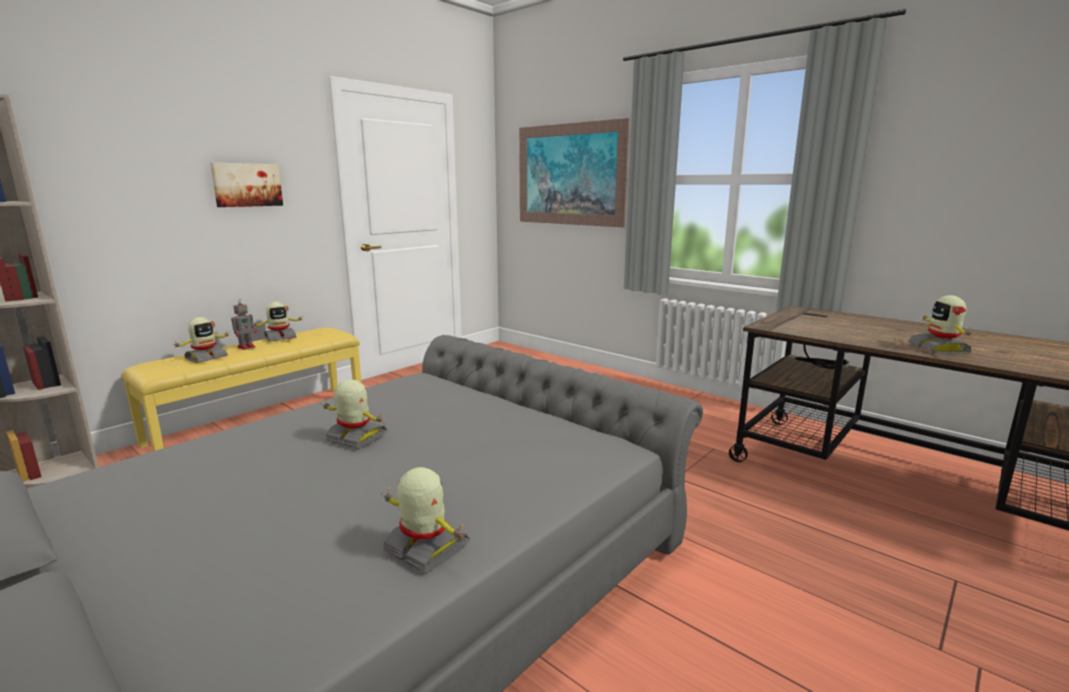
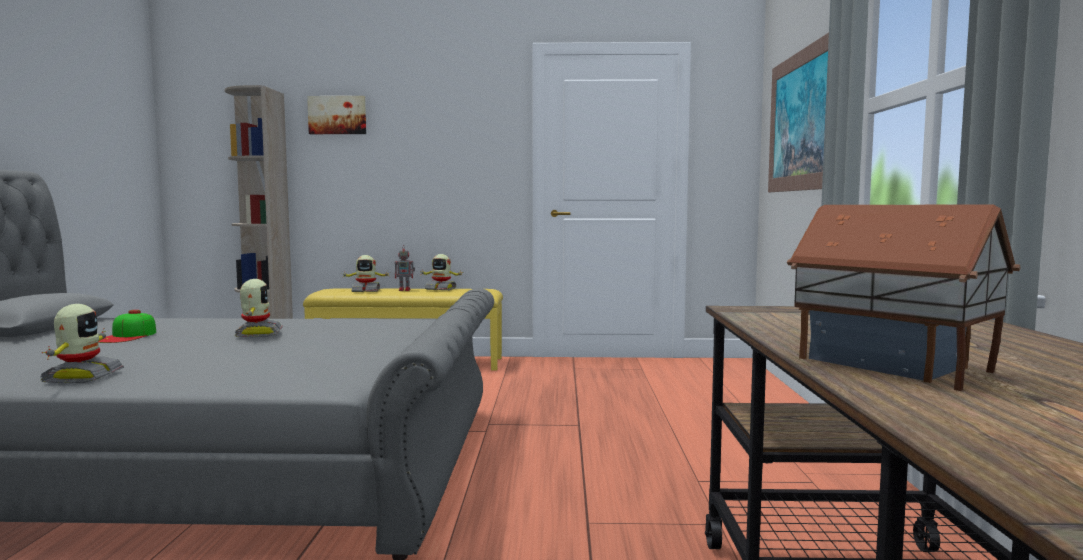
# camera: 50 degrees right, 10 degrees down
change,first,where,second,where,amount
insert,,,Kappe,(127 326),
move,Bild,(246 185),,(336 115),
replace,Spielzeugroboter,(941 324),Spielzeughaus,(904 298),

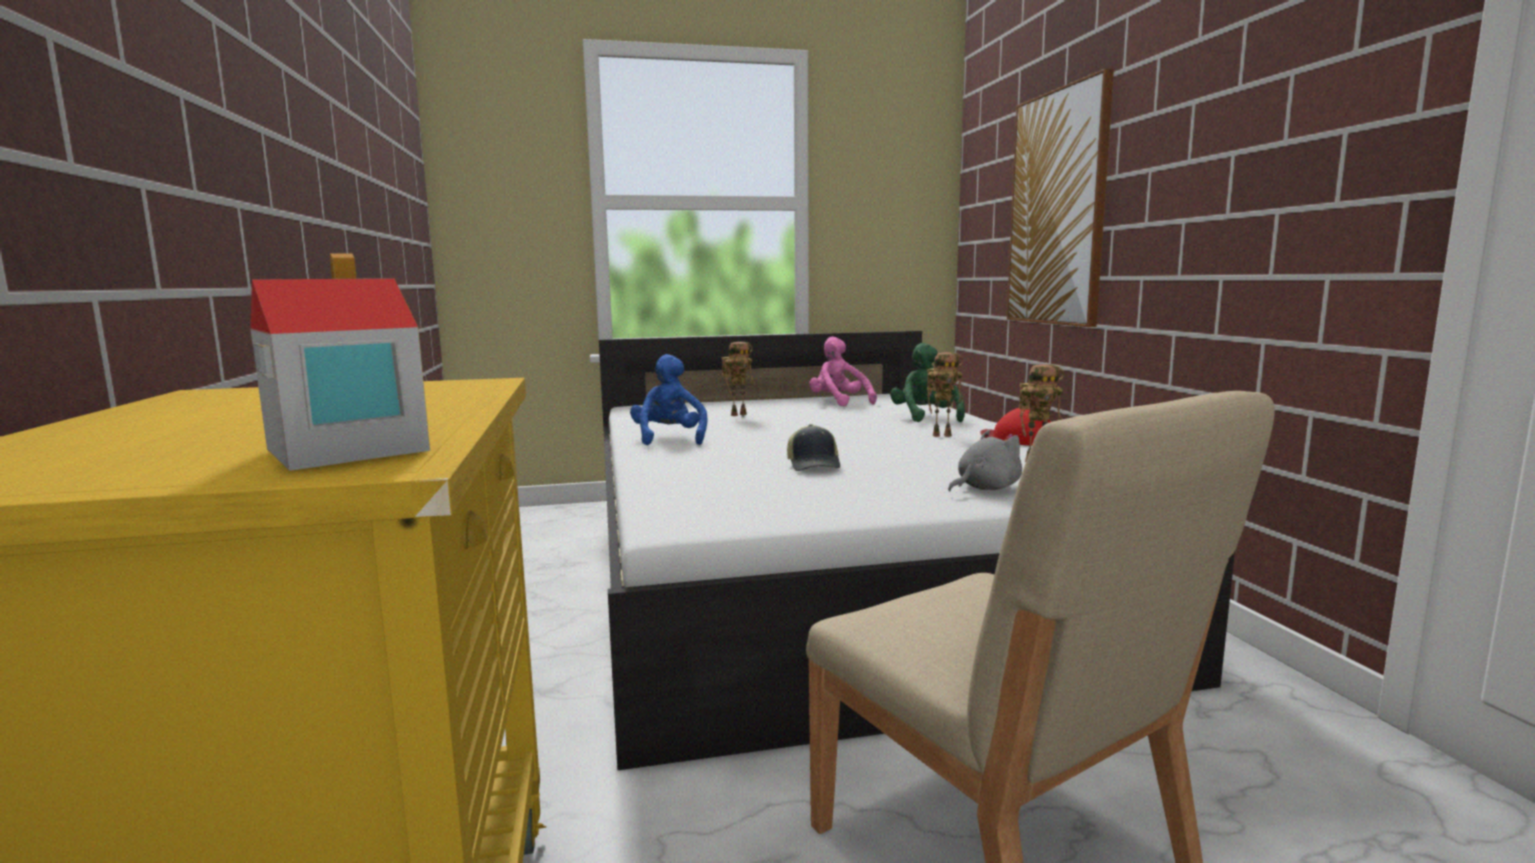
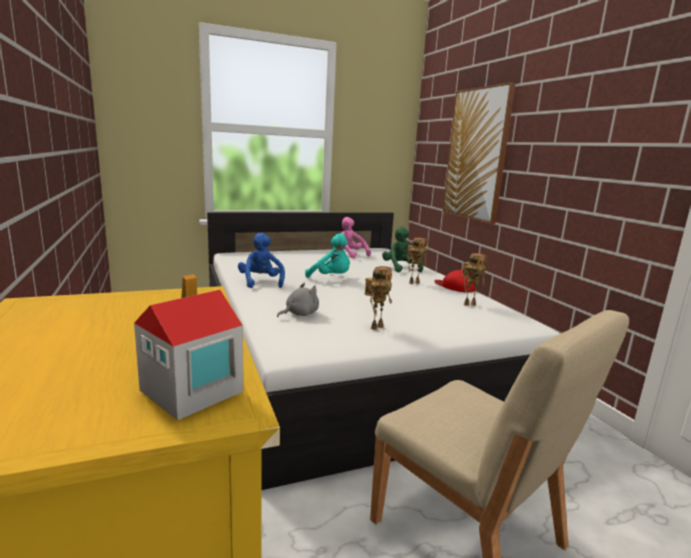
# camera: 10 degrees left, 5 degrees up
change,first,where,second,where,amount
delete,Kappe,(813 447),,,
insert,,,Plüschtier/türkis,(327 255),
move,Spielzeugroboter,(738 379),,(378 298),
move,Plüschtier/grau,(985 460),,(298 300),

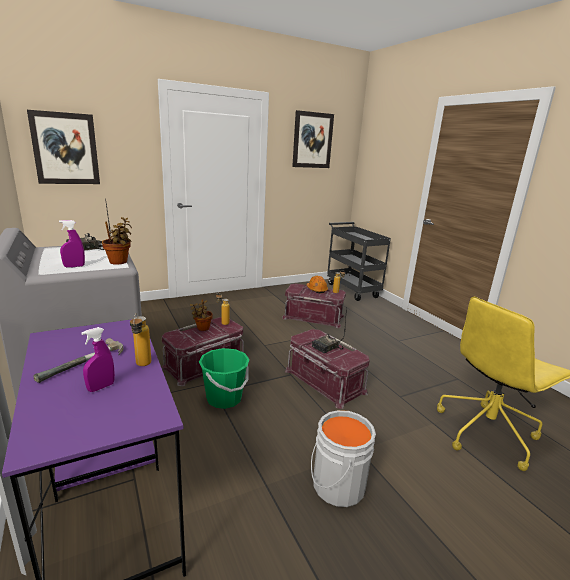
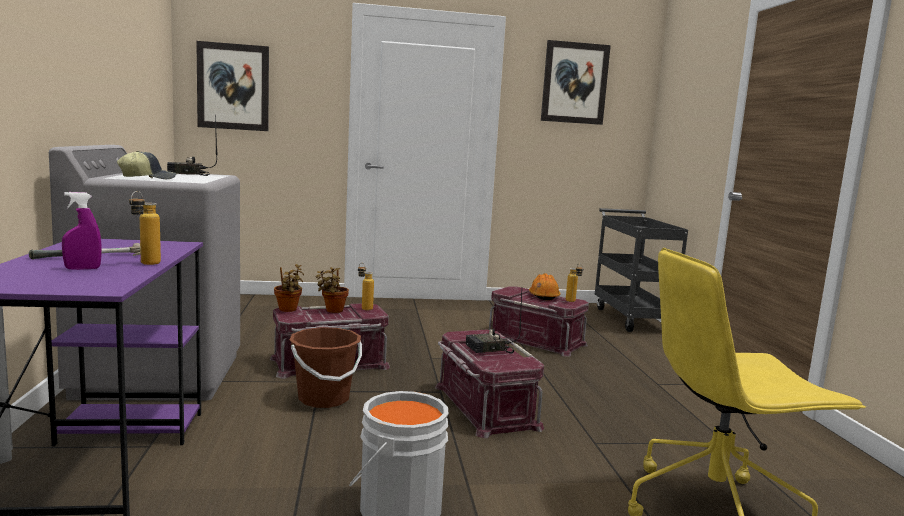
# camera: 20 degrees right, 10 degrees down
change,first,where,second,where,amount
move,Topfpflanze,(117 241),,(289 288),
replace,Sprühflasche/lila,(72 244),Kappe,(147 165),
recolor,Eimer/grün,(224 378),Eimer/braun,(325 367),

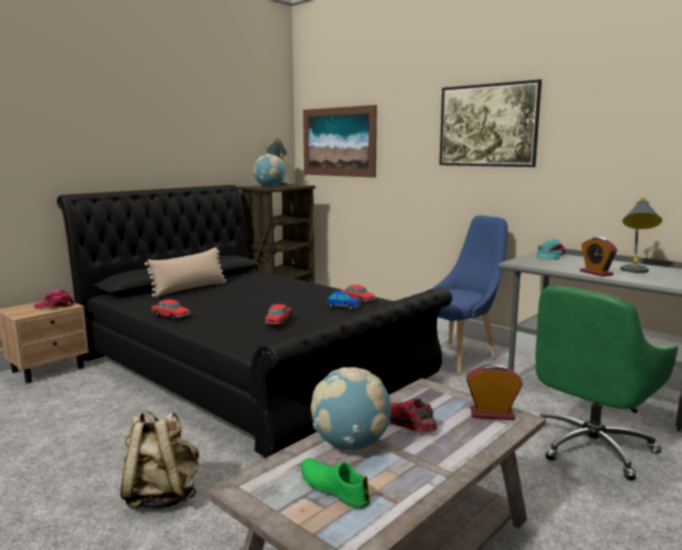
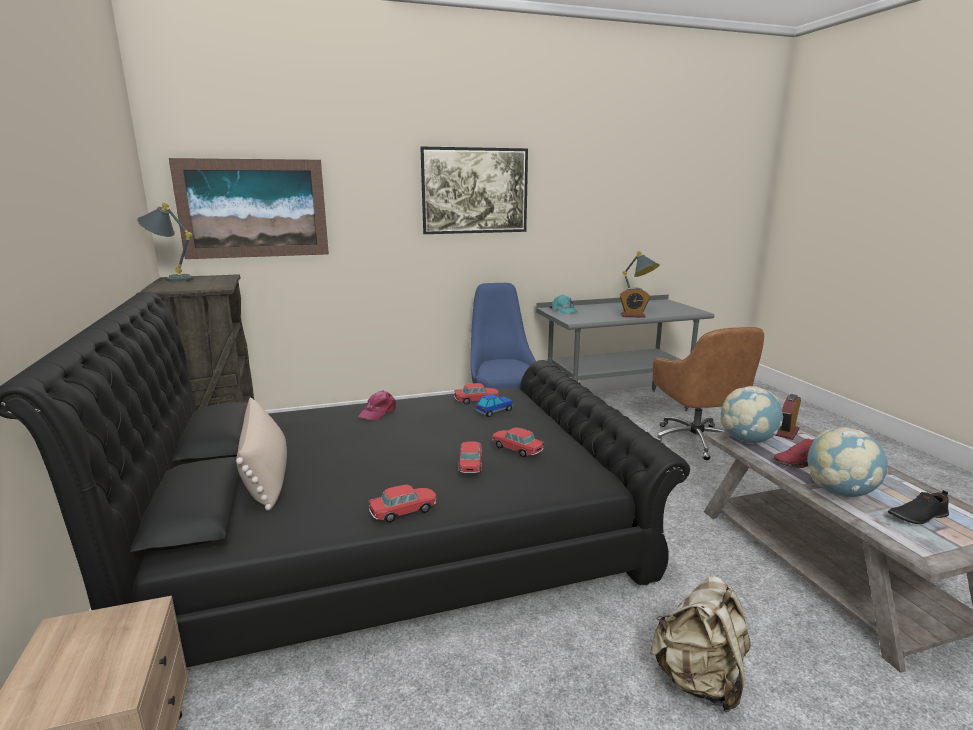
# camera: 60 degrees left, 5 degrees up
change,first,where,second,where,amount
insert,,,Spielzeugauto,(470 457),
move,Kappe/rosa,(54 299),,(377 405),
move,Globus,(269 170),,(751 415),
recolor,Schuh/grün,(335 483),Schuh/schwarz,(918 507),
recolor,Bürostuhl/grün,(606 383),Bürostuhl/braun,(708 393),

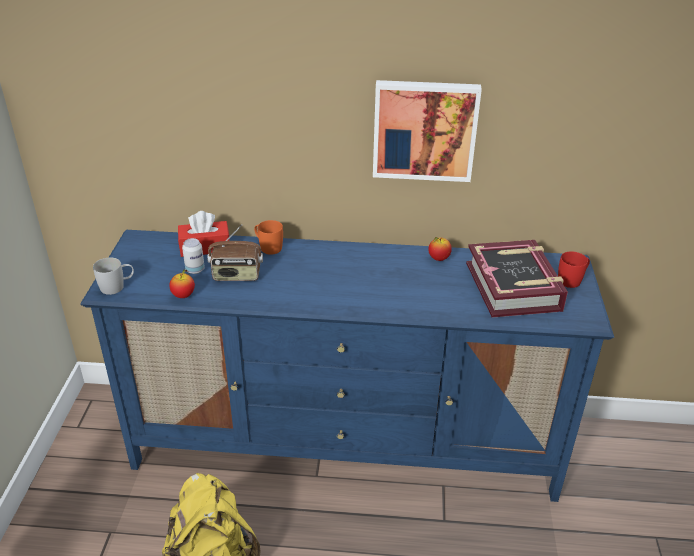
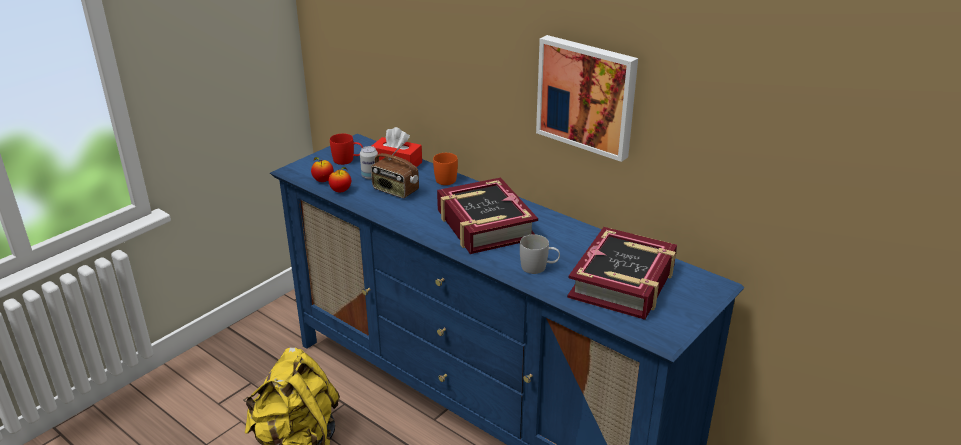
# camera: 35 degrees right, 5 degrees down
change,first,where,second,where,amount
insert,,,Buch,(487 216),
move,Henkelbecher/weiß,(113 276),,(540 254),
move,Apfel,(440 249),,(322 169),
move,Henkelbecher/rot,(574 269),,(346 149),

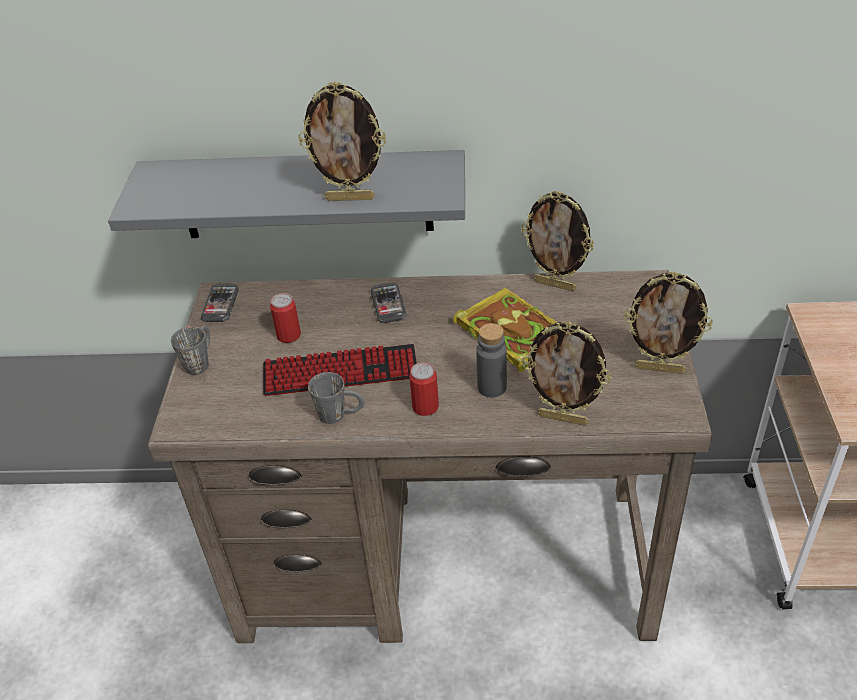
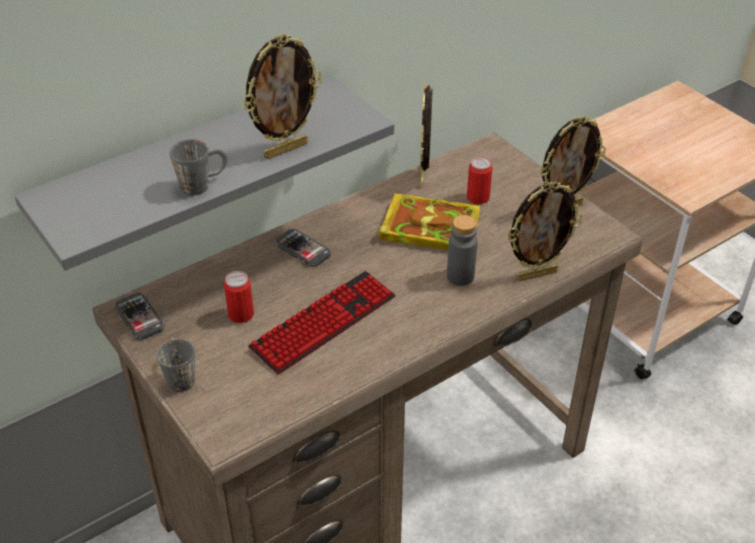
# camera: 40 degrees left, 0 degrees up
change,first,where,second,where,amount
move,Henkelbecher/grau,(336 398),,(198 167),
move,Dose,(424 389),,(479 180),
rotate,Bilderrahmen,(557 241),,(426 135),105 degrees clockwise

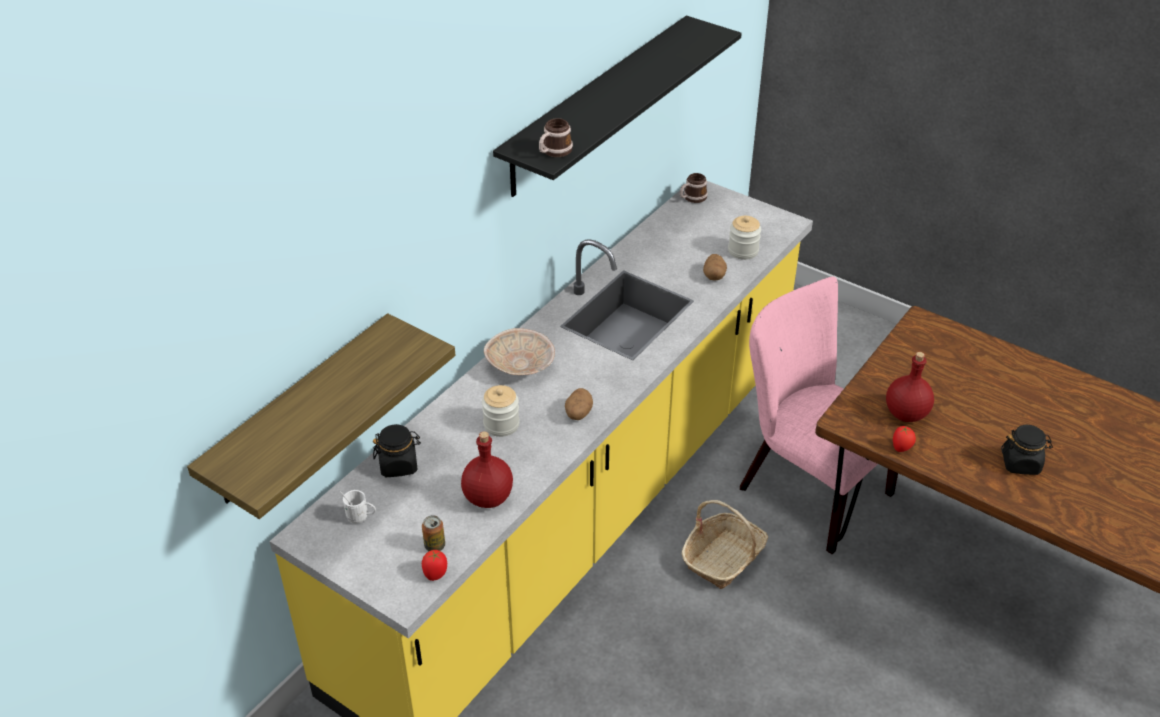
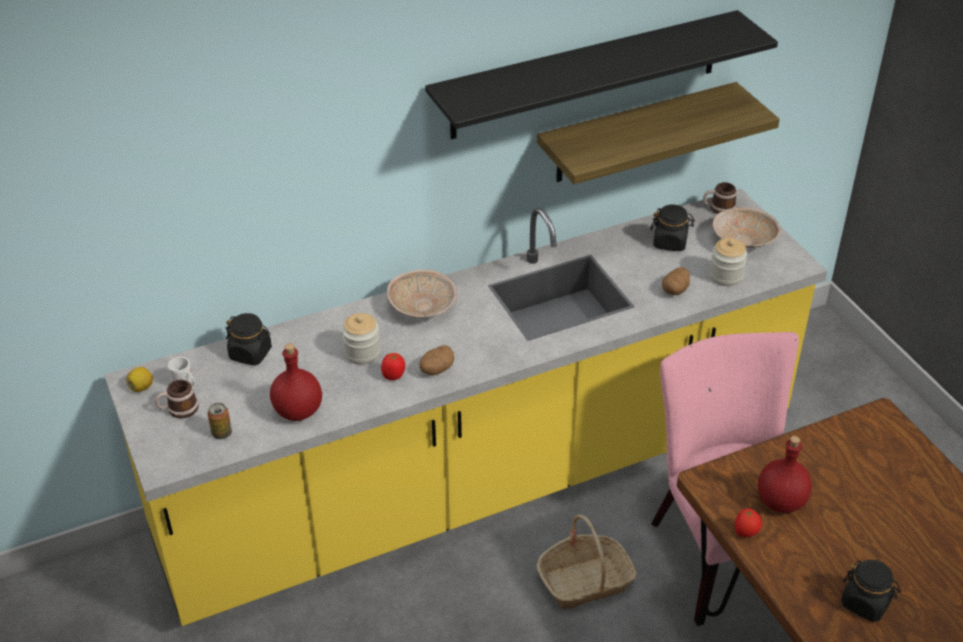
# camera: 30 degrees right, 0 degrees up
change,first,where,second,where,amount
insert,,,Zitrone,(140 379),
insert,,,Vorratsglas/schwarz,(672 227),
insert,,,Schüssel/beige,(746 227),
move,Wandregal,(321 416),,(658 133),
move,Tomate,(434 565),,(393 366),
move,Henkelbecher,(556 137),,(177 399),

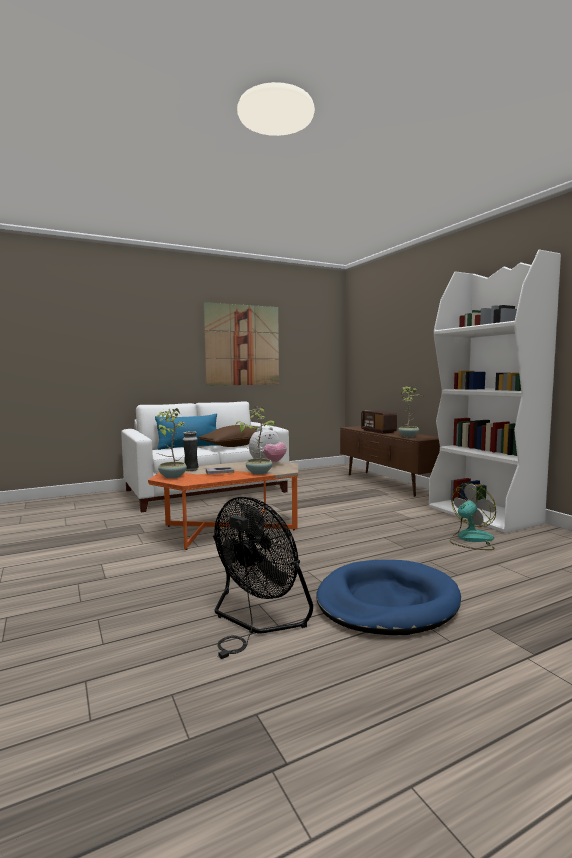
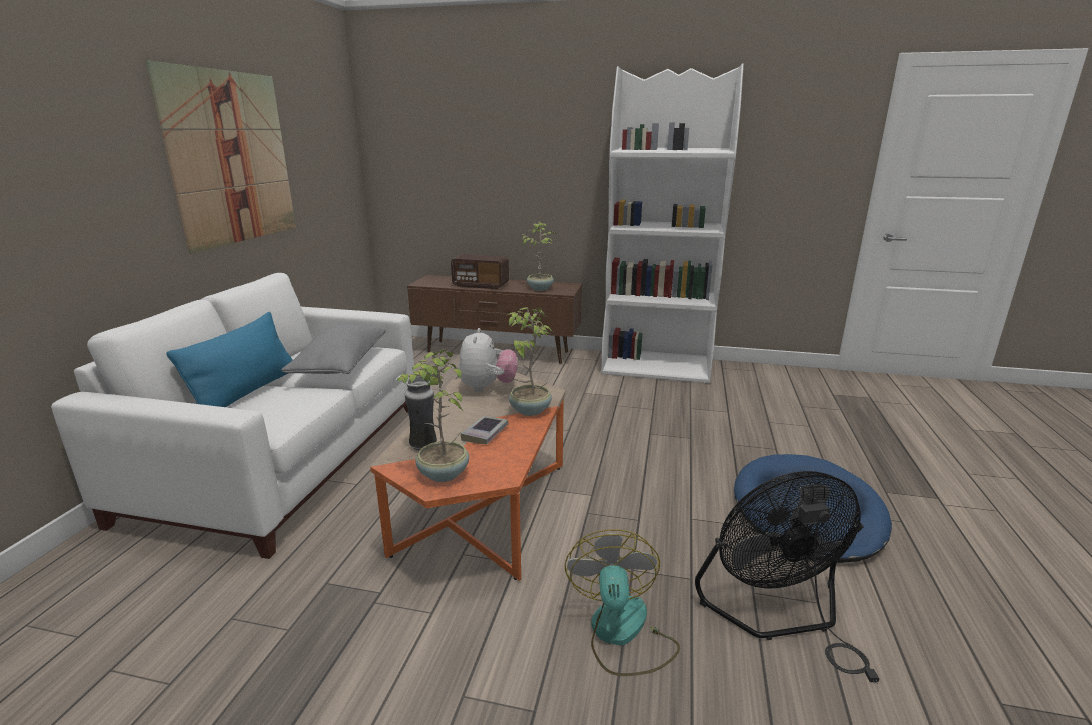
# camera: 50 degrees left, 15 degrees up
change,first,where,second,where,amount
move,Ventilator,(473 516),,(622 602),
recolor,Kissen/braun,(227 436),Kissen/grau,(333 349),

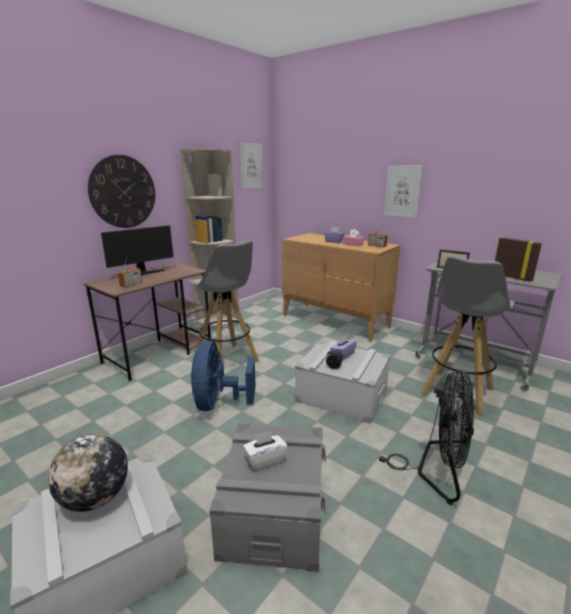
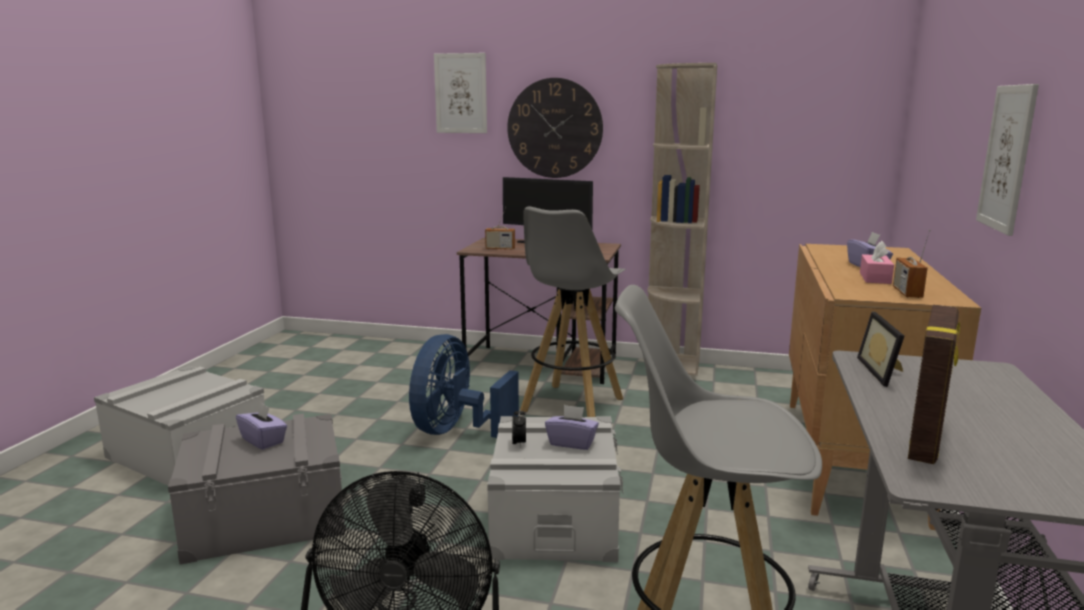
# camera: 65 degrees right, 5 degrees down
change,first,where,second,where,amount
delete,Globus,(88 473),,,
move,Bild,(251 166),,(460 93),
recolor,Taschentuchbox/weiß,(265 450),Taschentuchbox/lila,(261 426),
rotate,Ventilator/blau,(223 375),,(464 386),45 degrees counterclockwise

